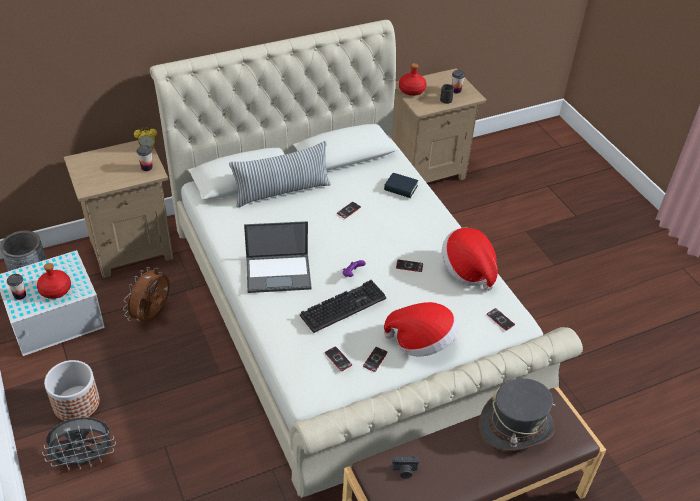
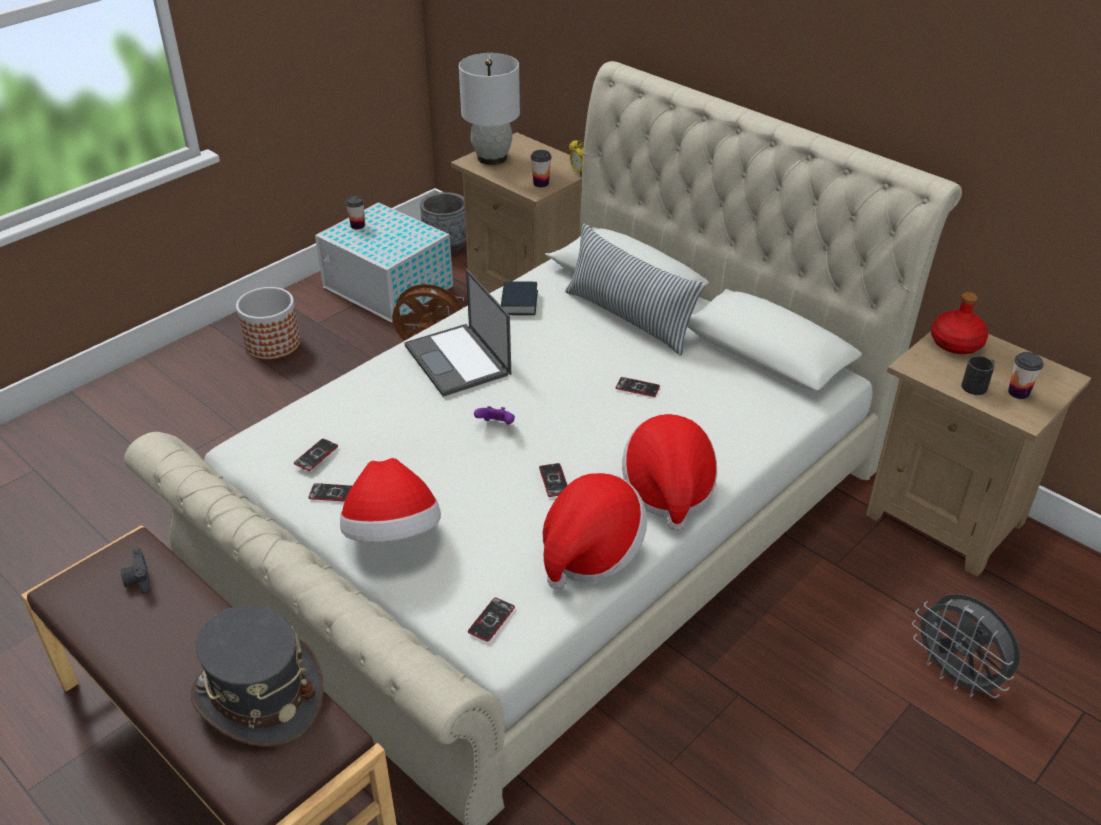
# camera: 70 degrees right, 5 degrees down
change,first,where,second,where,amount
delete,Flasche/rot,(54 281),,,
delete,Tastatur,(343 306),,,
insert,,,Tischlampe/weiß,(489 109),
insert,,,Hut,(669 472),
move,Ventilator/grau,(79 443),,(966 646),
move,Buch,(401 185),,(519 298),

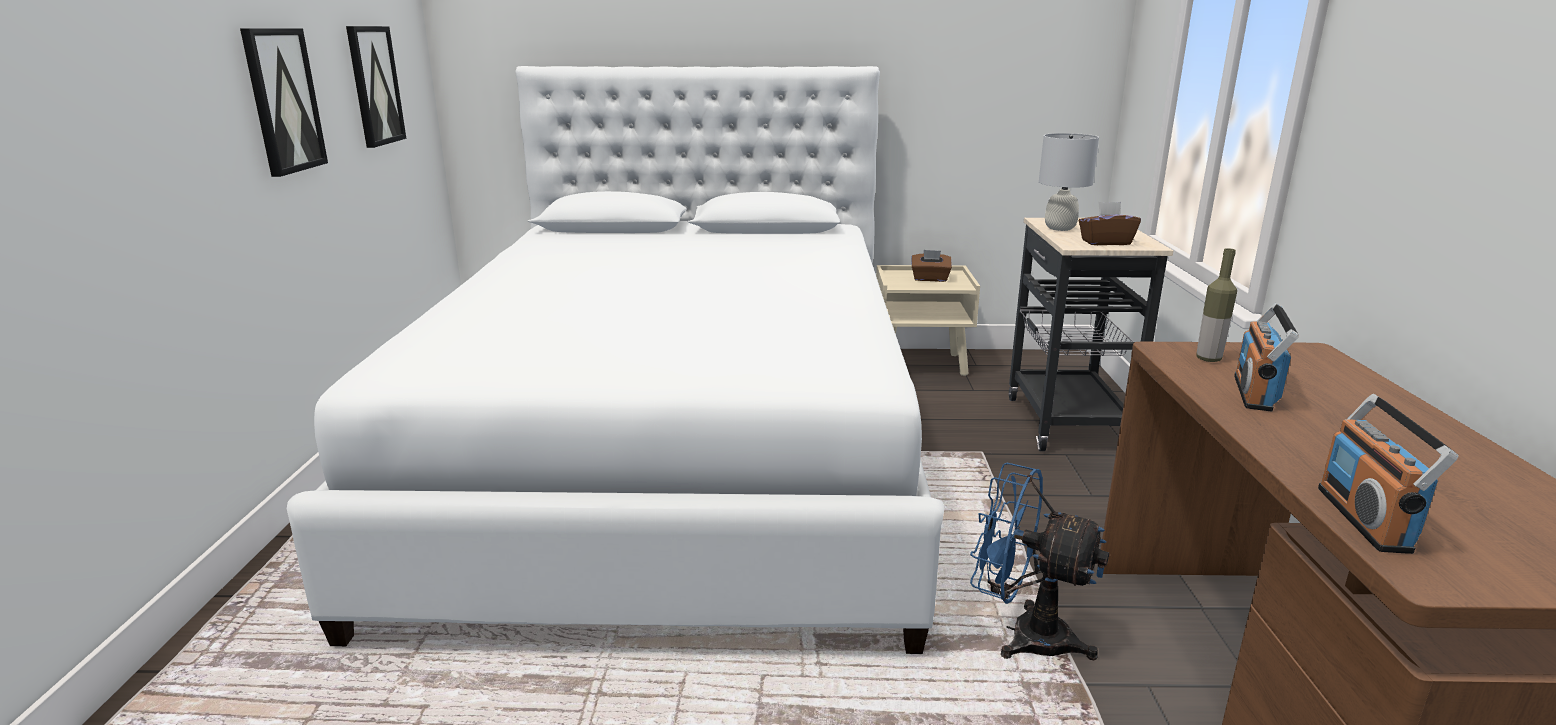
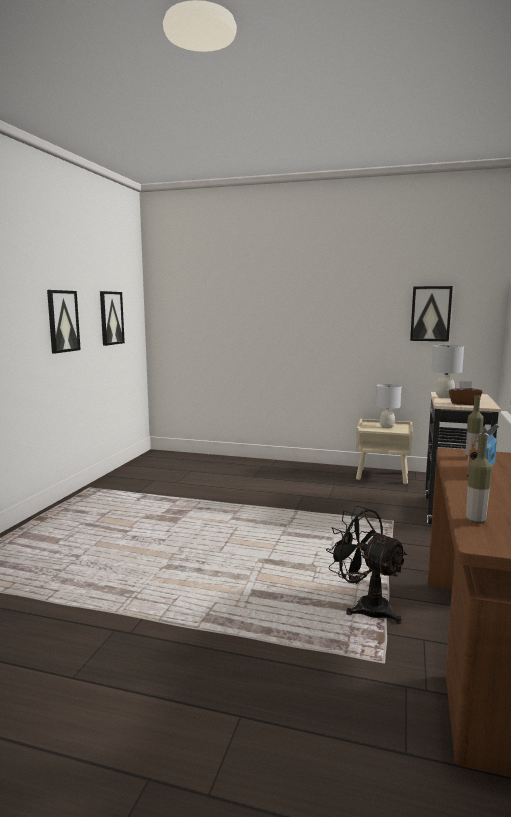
# camera: 15 degrees right, 10 degrees down
change,first,where,second,where,amount
delete,Bett/weiß,(616 360),,,
insert,,,Bild,(431 313),
replace,Taschentuchbox/braun,(931 266),Tischlampe/grau,(388 406),
replace,Radio,(1388 474),Flasche,(479 479),
recolor,Ventilator/blau,(1039 561),Ventilator/schwarz,(366 565),

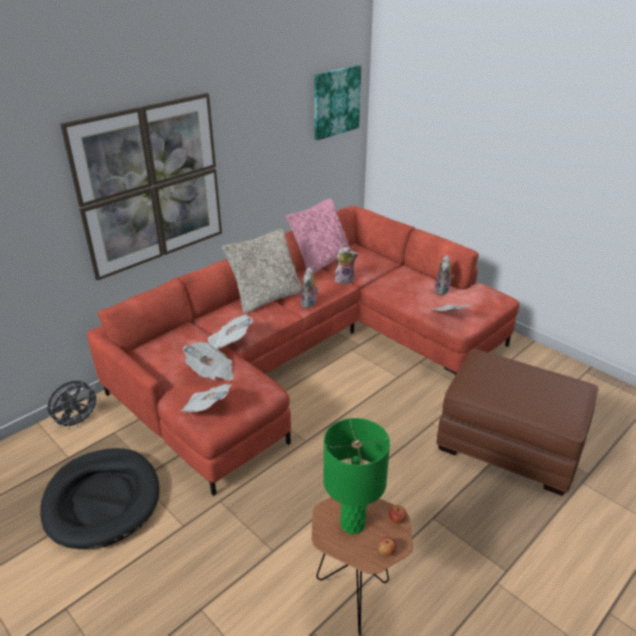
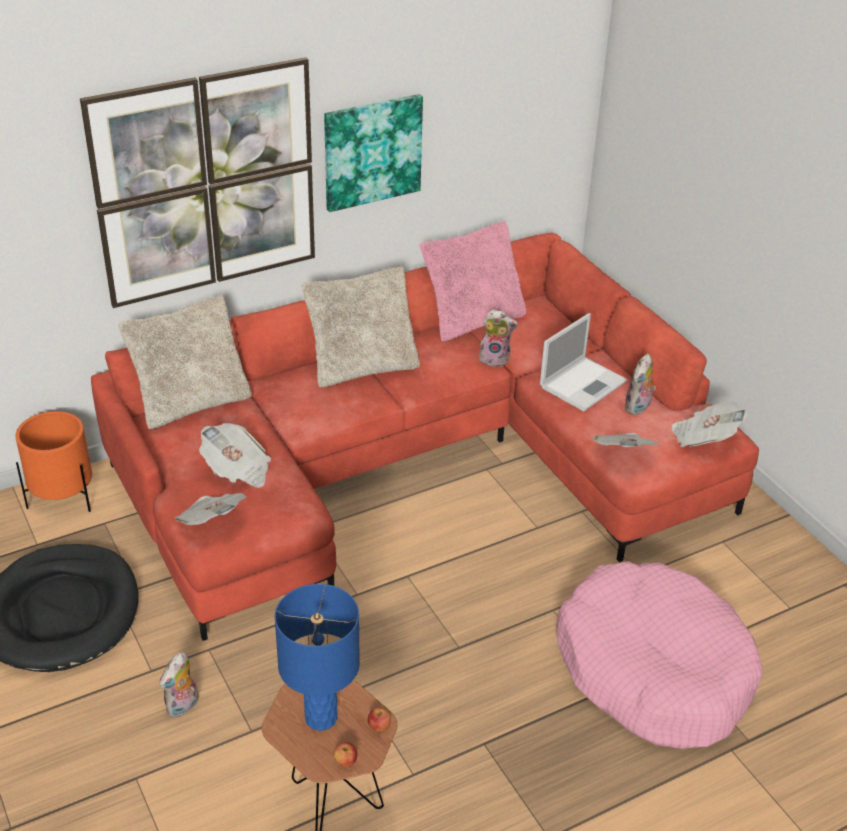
# camera: 15 degrees right, 5 degrees up
change,first,where,second,where,amount
insert,,,Kissen/beige,(185 362),
insert,,,Laptop,(583 362),
move,Zeitung,(230 331),,(709 424),
move,Plüschtier,(310 287),,(179 685),
move,Bild,(337 102),,(373 153),
replace,Ventilator/grau,(73 405),Pflanzkübel/orange,(53 461),
replace,Polsterhocker/braun,(517 422),Hundebett/rosa,(659 655),
recolor,Tischlampe/grün,(356 476),Tischlampe/blau,(317 657),

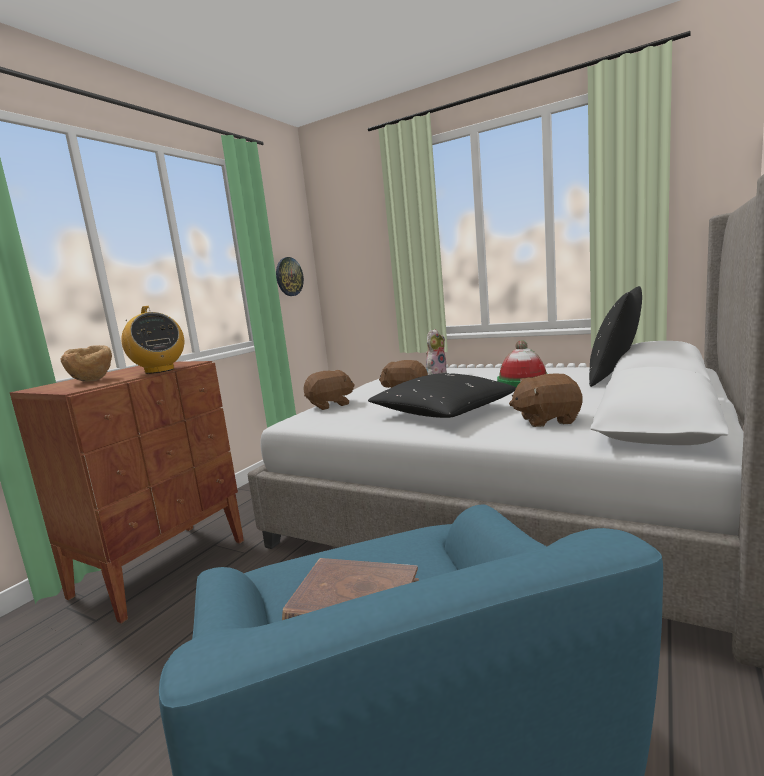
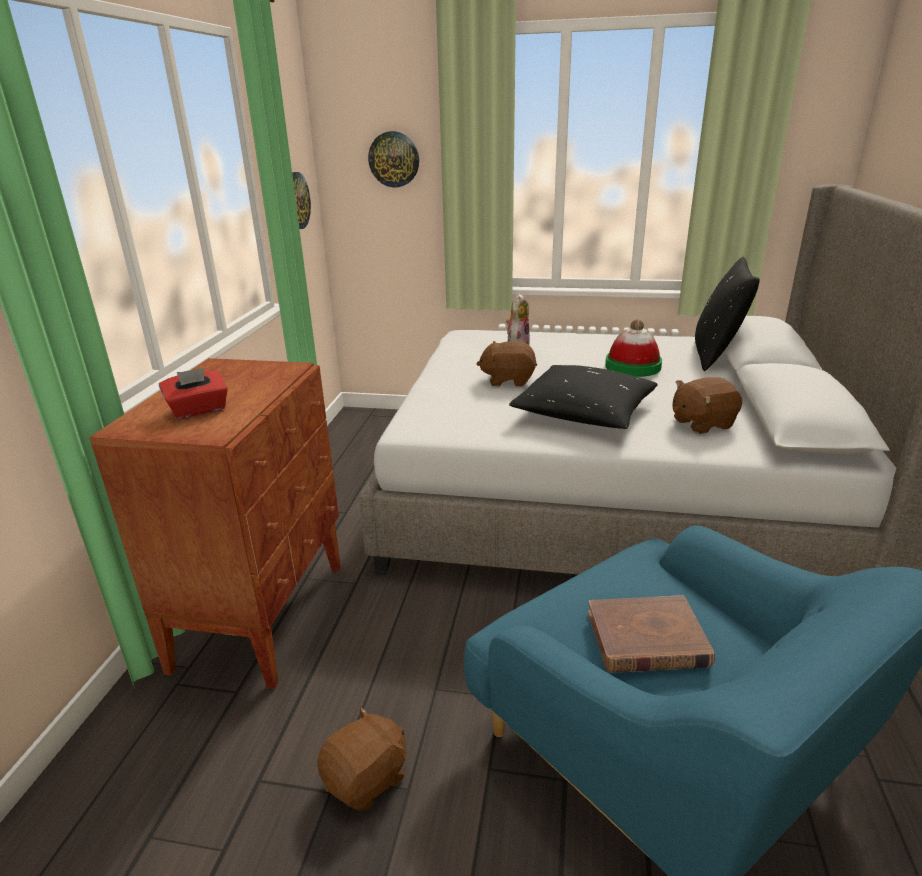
# camera: 20 degrees left, 15 degrees up
change,first,where,second,where,amount
delete,Radio,(152 340),,,
insert,,,Wanduhr,(393 159),
move,Plüschtier/braun,(329 390),,(362 759),
replace,Schüssel/braun,(86 363),Taschentuchbox/rot,(193 393),

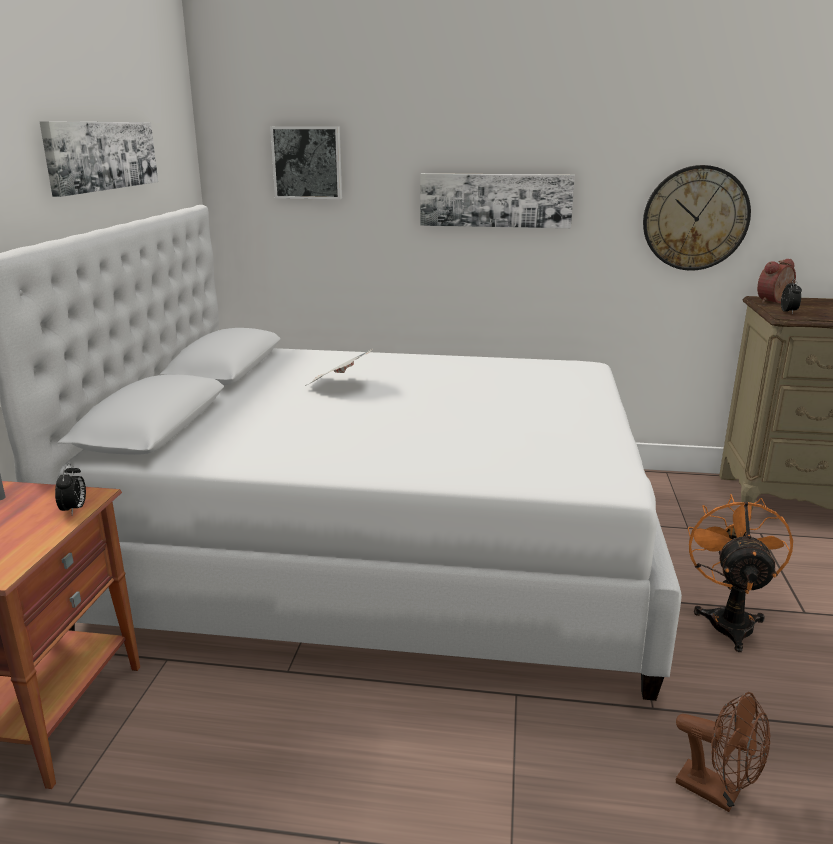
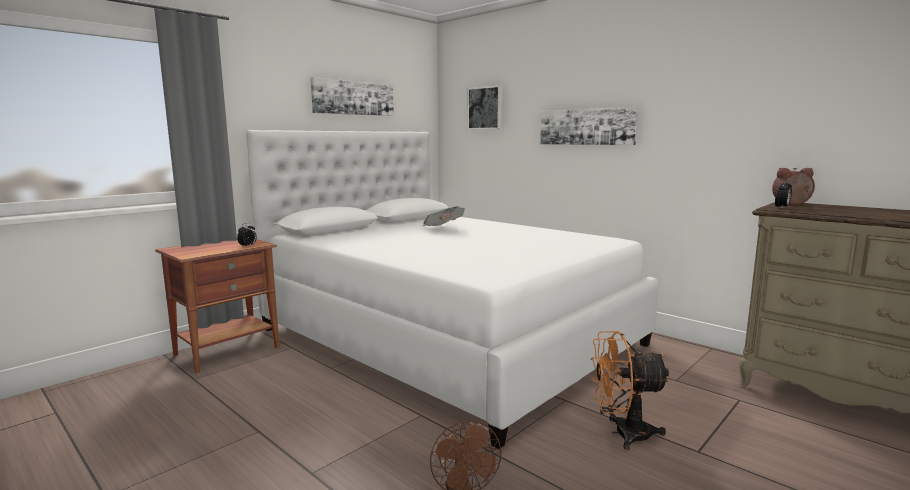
# camera: 35 degrees right, 10 degrees down
change,first,where,second,where,amount
delete,Wanduhr,(697 218),,,
rotate,Ventilator/orange,(740 573),,(630 390),135 degrees counterclockwise

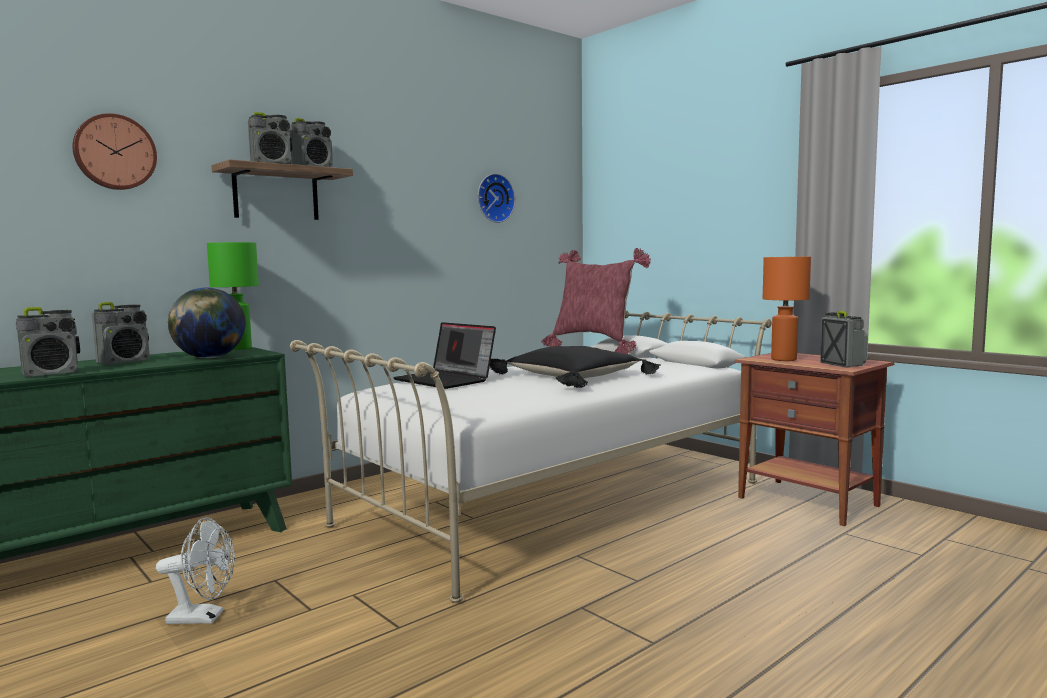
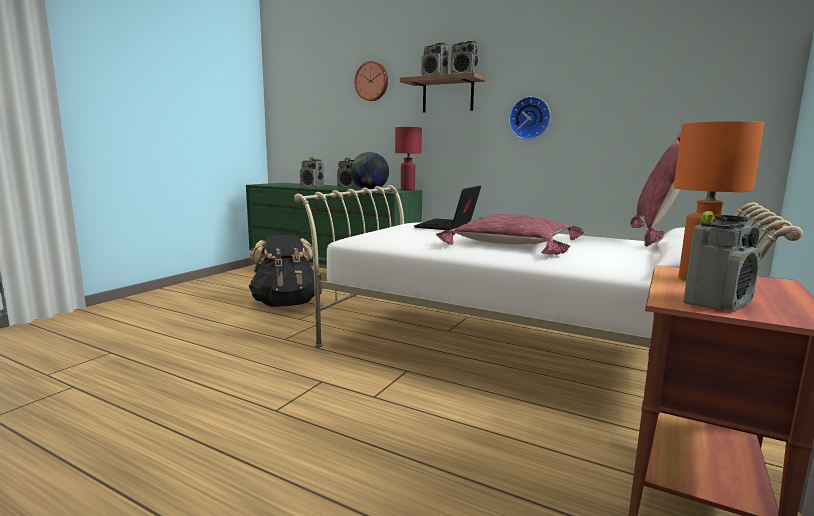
# camera: 70 degrees right, 5 degrees up
change,first,where,second,where,amount
move,Wanduhr,(496 198),,(530 118),
replace,Ventilator/weiß,(195 570),Rucksack/schwarz,(282 271),
recolor,Tischlampe/grün,(233 296),Tischlampe/rot,(408 158),
recolor,Kissen/schwarz,(575 367),Kissen/rot,(510 234),

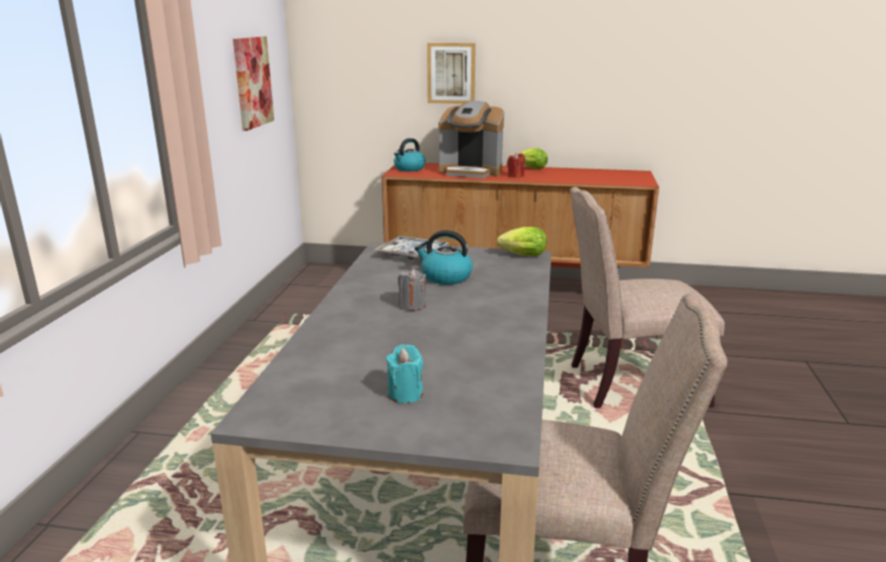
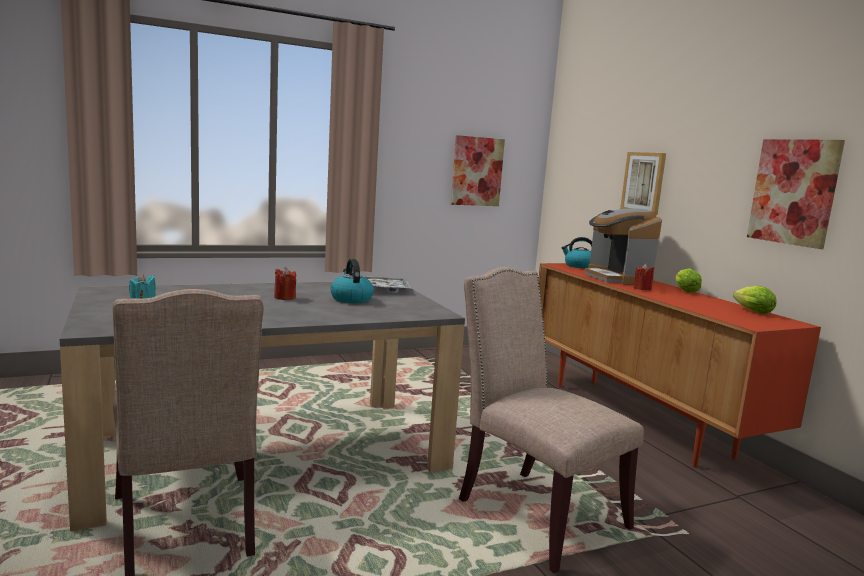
# camera: 55 degrees right, 10 degrees down
change,first,where,second,where,amount
insert,,,Bild,(796 194),
move,Salatkopf,(521 241),,(755 300),
recolor,Kerze/grau,(412 290),Kerze/rot,(285 283),

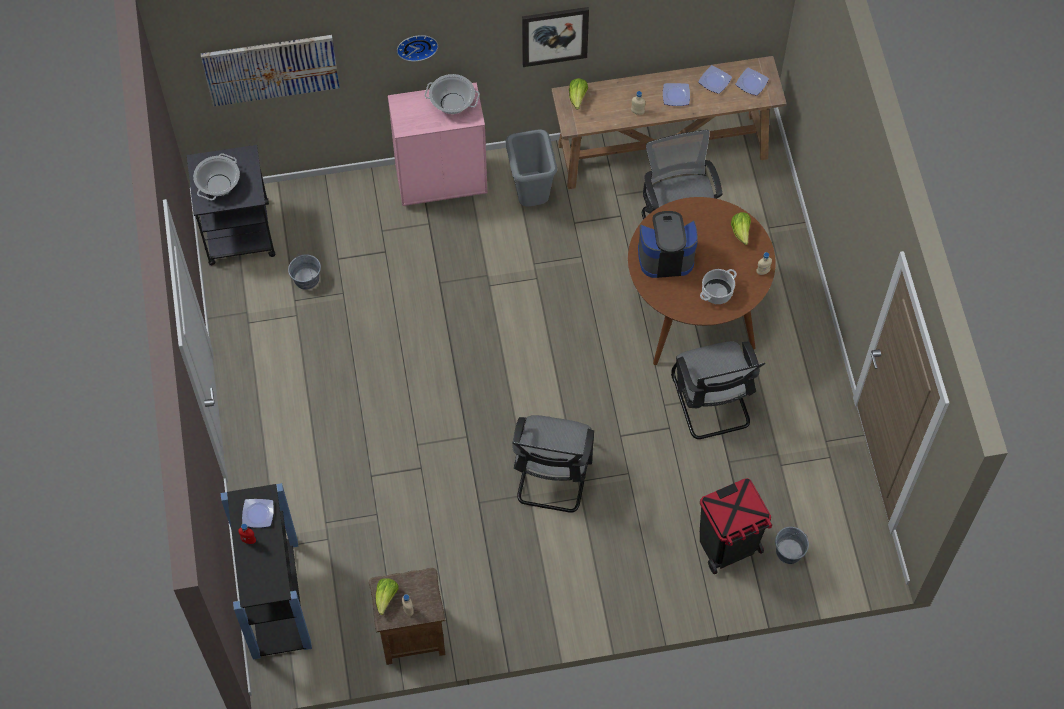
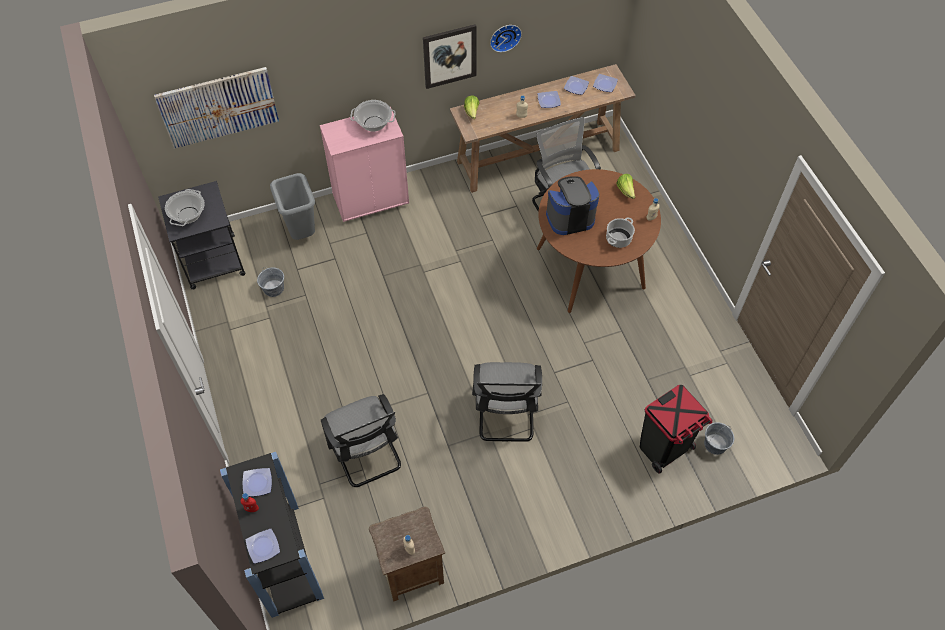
# camera: 10 degrees left, 5 degrees down
change,first,where,second,where,amount
delete,Salatkopf,(387 596),,,
insert,,,Teller,(263 546),
move,Wanduhr,(417 48),,(506 38),
move,Mülleimer/grau,(531 168),,(292 206),
move,Stuhl,(718 390),,(361 440),

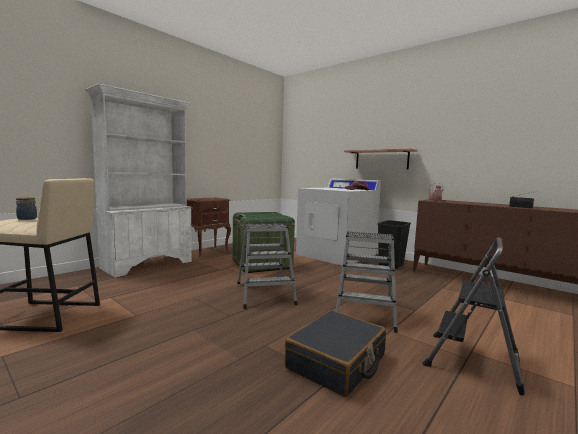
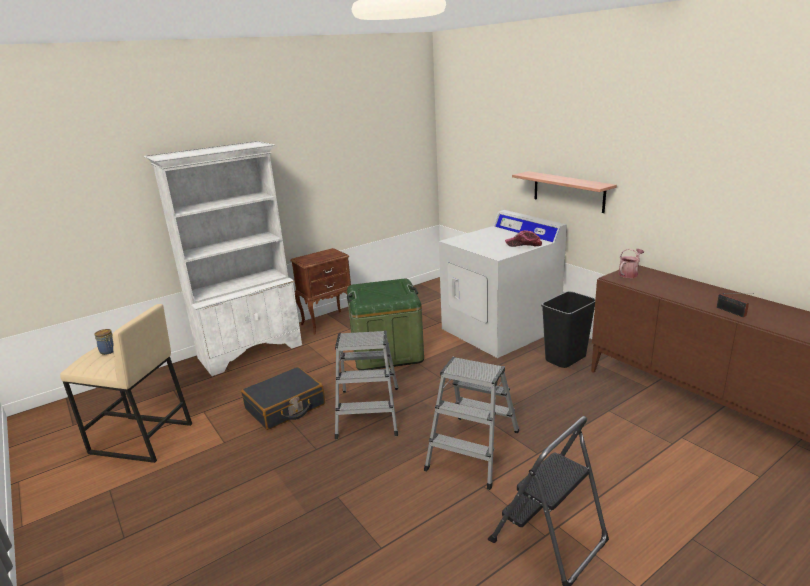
# camera: 15 degrees right, 15 degrees up
change,first,where,second,where,amount
move,Koffer/schwarz,(335 353),,(283 398),

